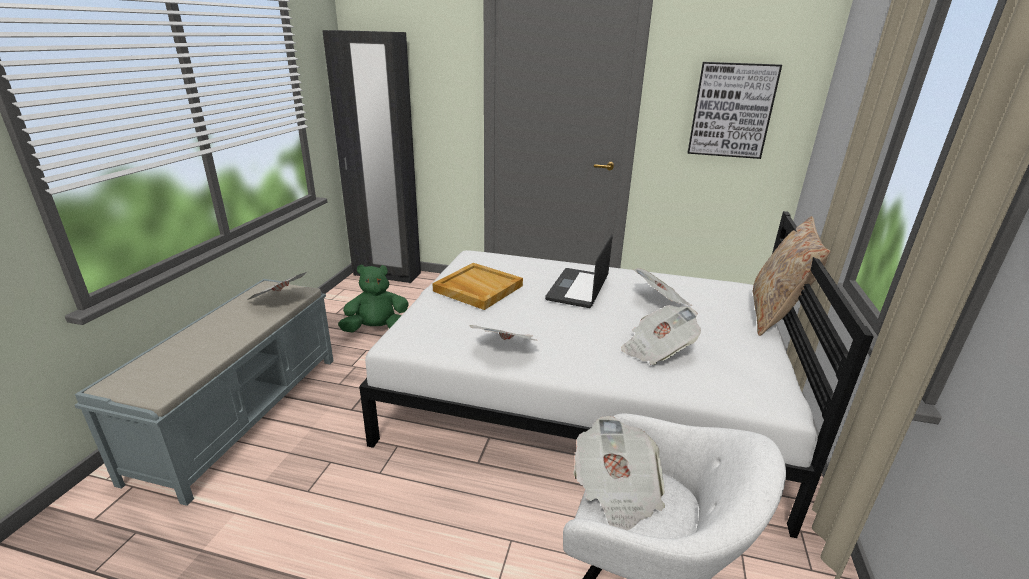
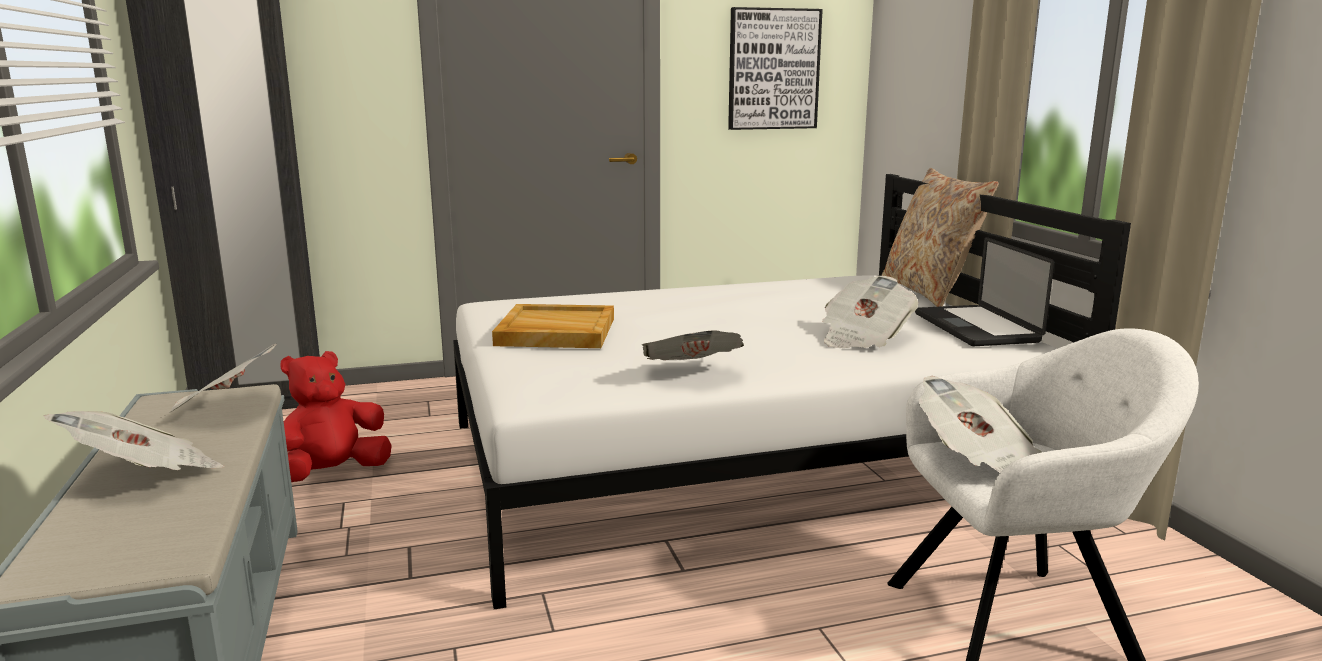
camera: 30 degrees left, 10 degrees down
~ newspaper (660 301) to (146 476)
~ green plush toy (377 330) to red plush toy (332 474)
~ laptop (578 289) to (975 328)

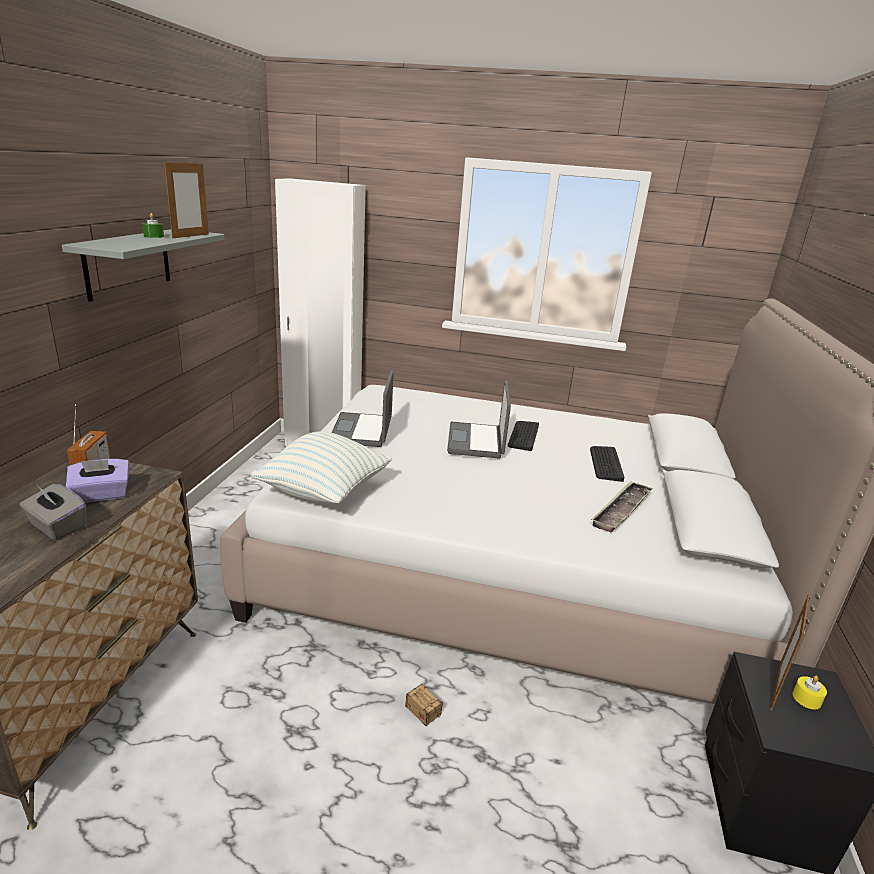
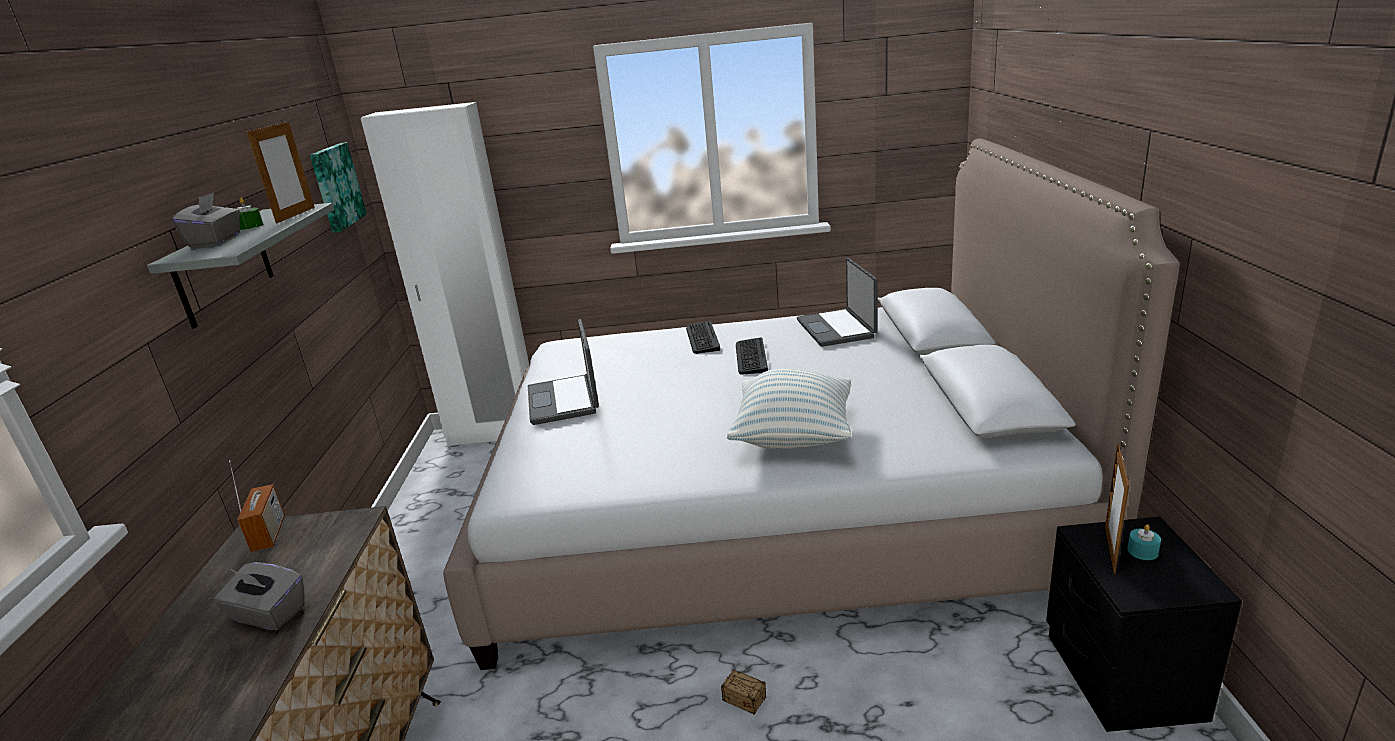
camera: 10 degrees left, 0 degrees up
+ grey tissue box (216 240)
+ picture (335 186)
~ keyboard (605 463) to (702 338)
~ pillow (324 492) to (793 437)
~ laptop (477 441) to (837 329)
~ yellow candle (806 698) to turquoise candle (1142 551)
- purple tissue box (101 495)
- tray (621 510)

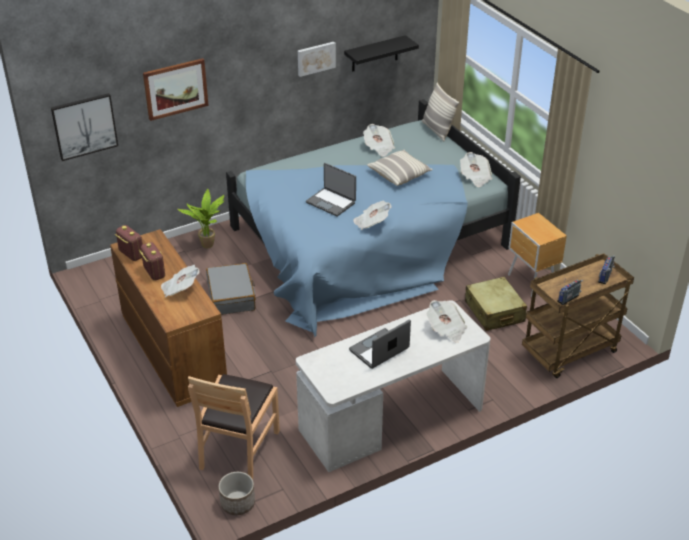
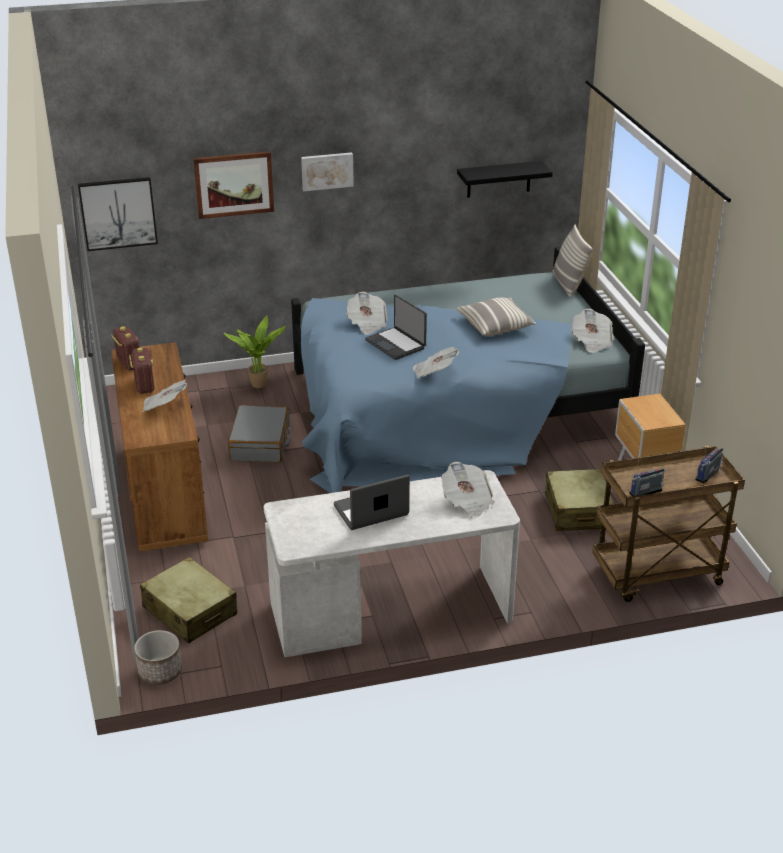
camera: 15 degrees right, 5 degrees down
~ brown chair (238 449) to beige suitcase (190 611)
~ picture (316 58) to (327 171)
~ newspaper (379 148) to (367 324)

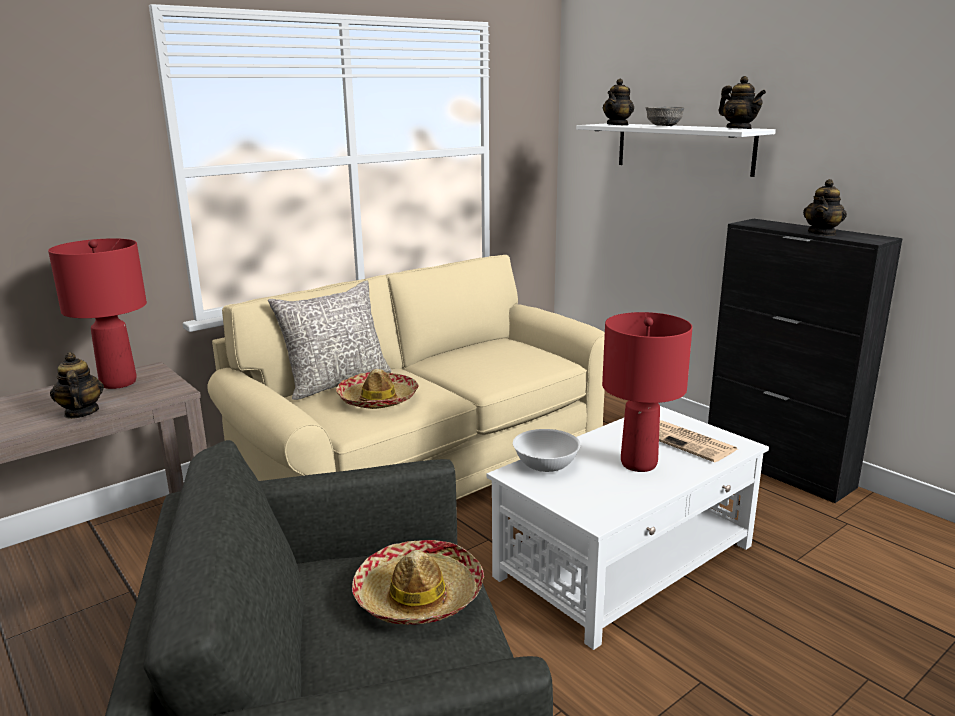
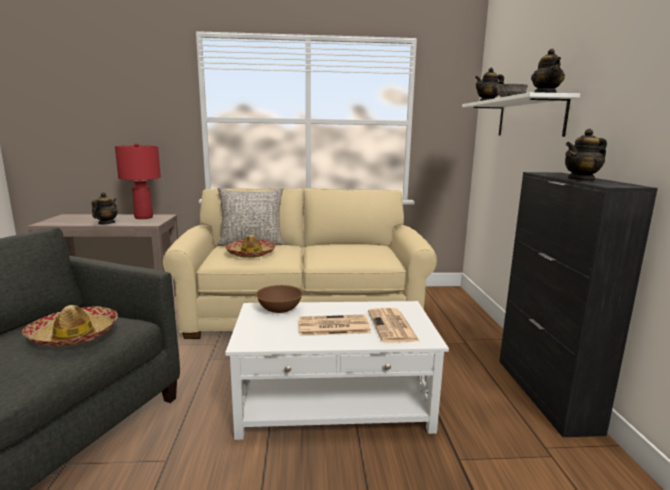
camera: 35 degrees right, 5 degrees down
~ white bowl (545 465) to brown bowl (279 309)
~ red table lamp (639 464) to newspaper (332 326)

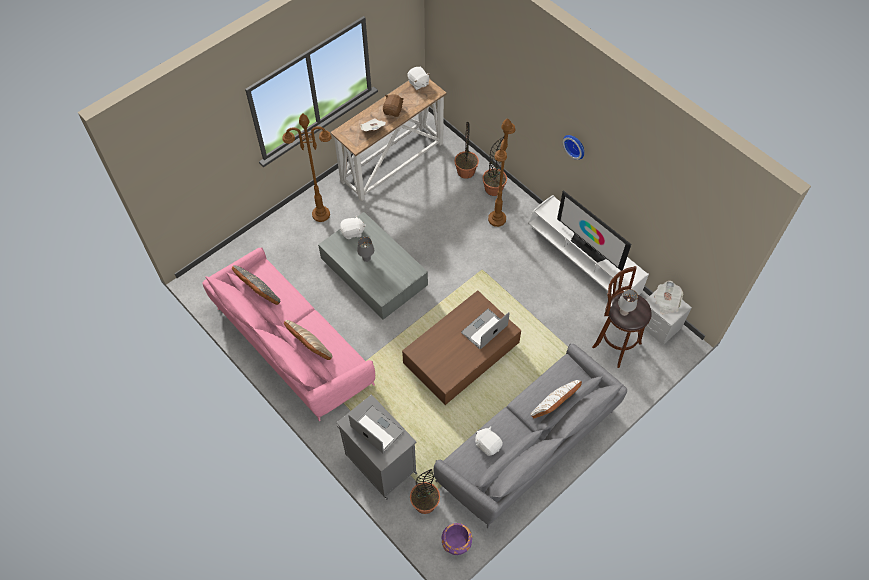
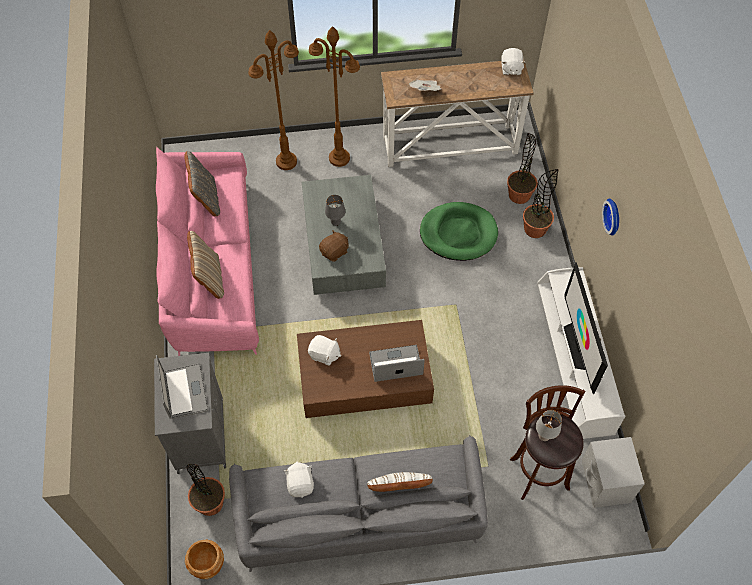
camera: 35 degrees right, 0 degrees up
~ purple planter (456 543) to brown planter (207 564)
~ brown floor lamp (497 219) to (286 161)
~ white plush toy (352 232) to (324 355)
~ brown plush toy (393 111) to (334 252)
+ green dog bed (458 233)
- newspaper (666 302)

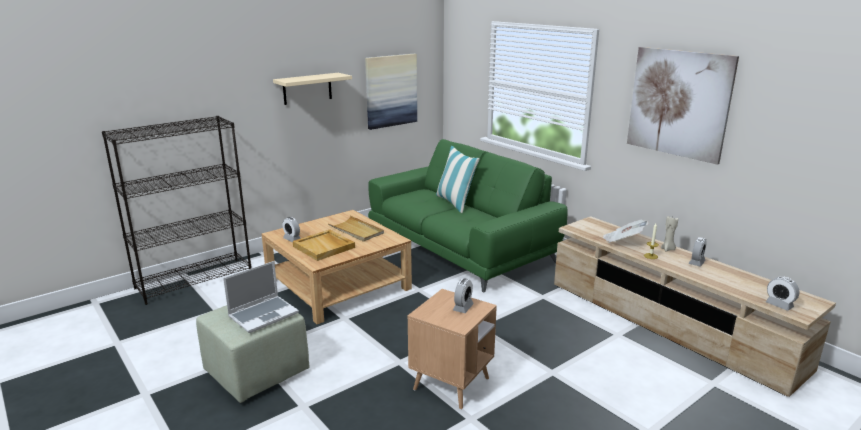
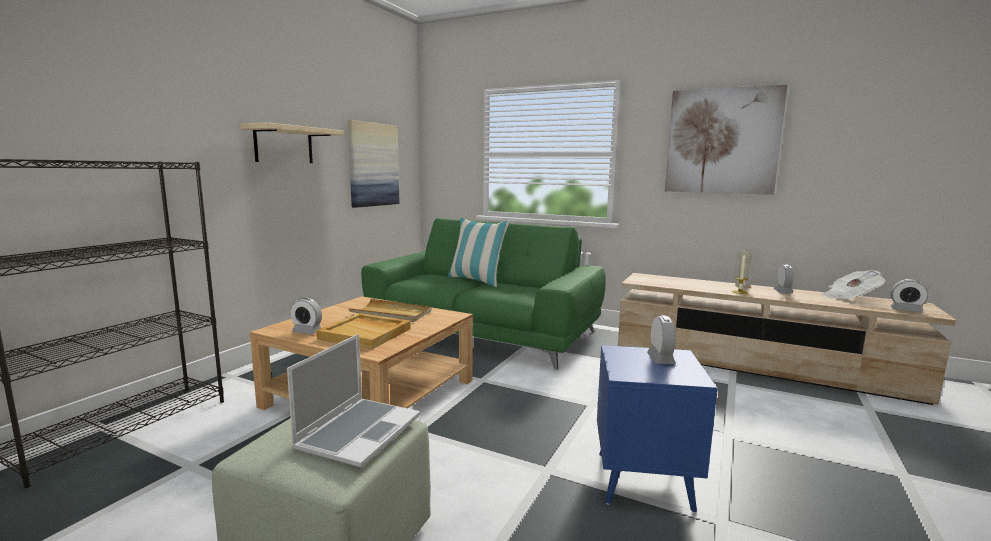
camera: 25 degrees left, 10 degrees down
~ brown side table (451 384) to blue side table (643 481)
~ newspaper (623 241) to (849 298)

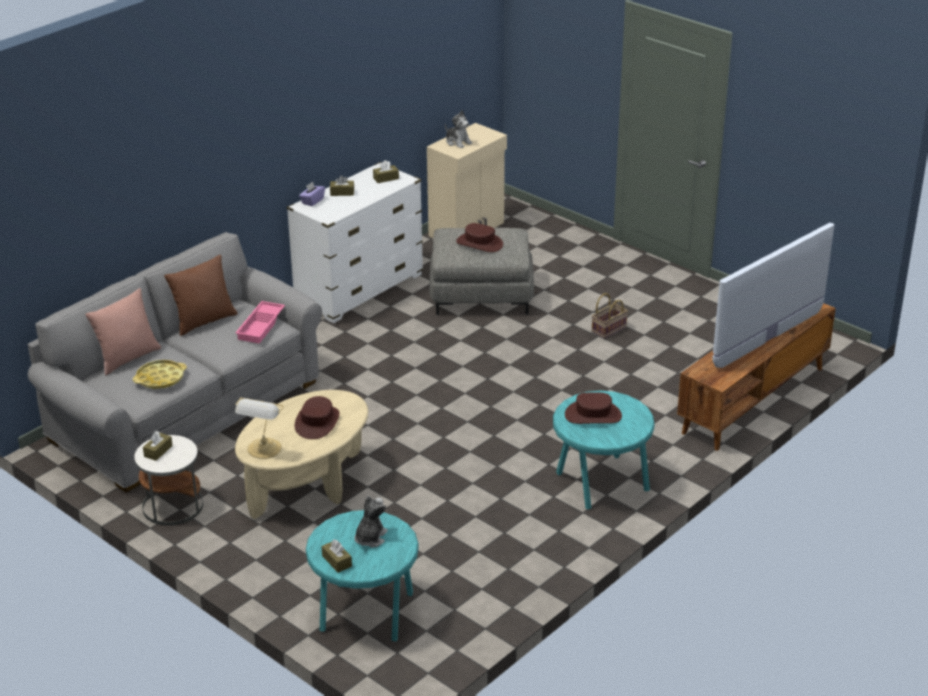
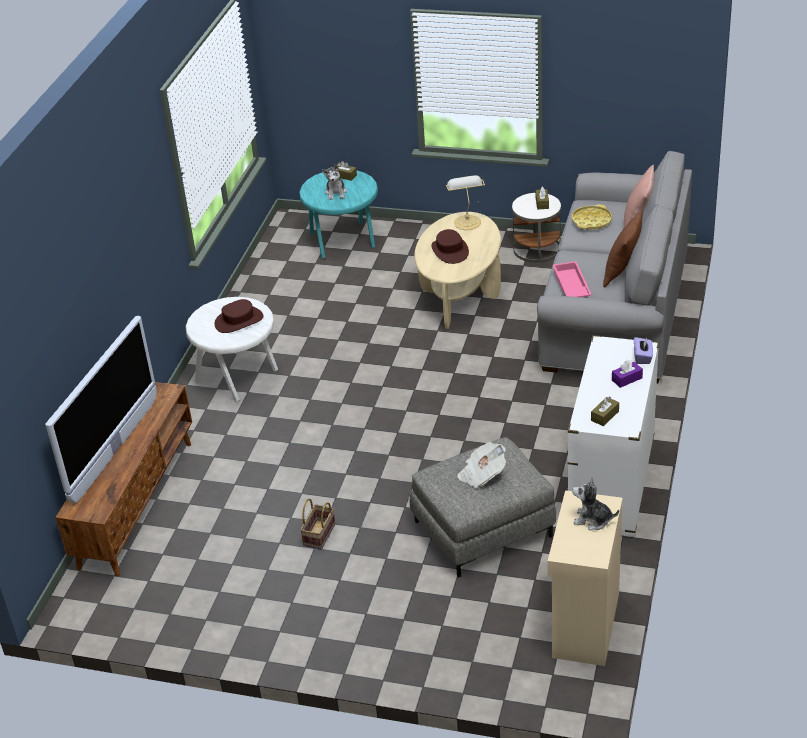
camera: 155 degrees right, 5 degrees up
~ turquoise side table (600 482) to white side table (238 376)
~ brown hat (479 243) to newspaper (482 474)
~ brown tissue box (342 192) to purple tissue box (627 379)

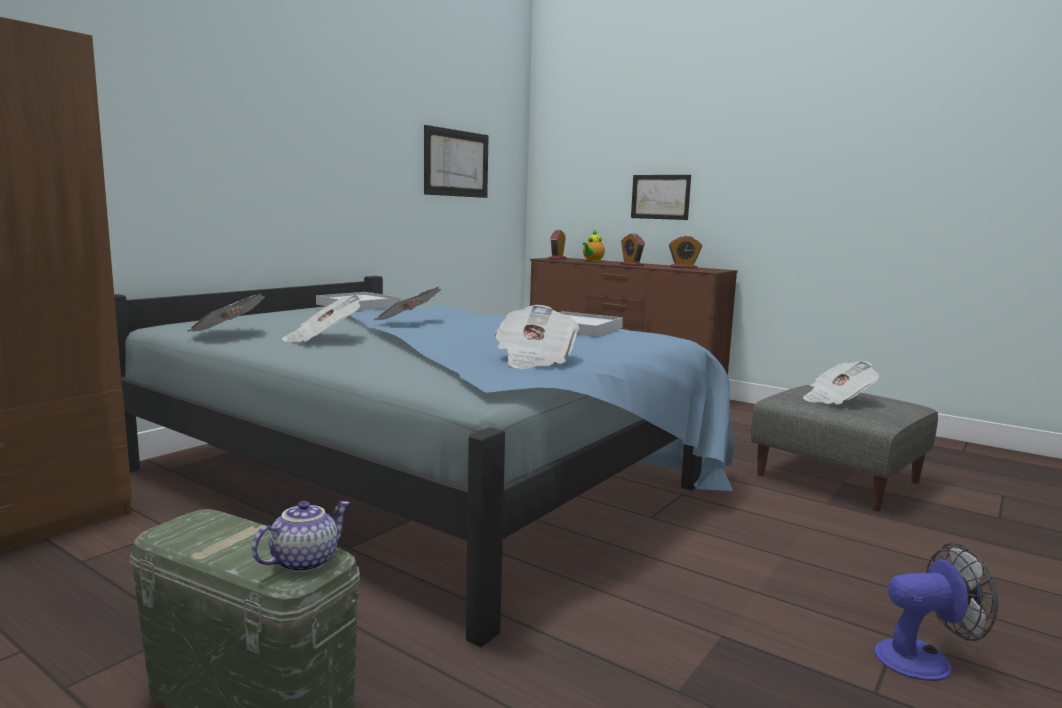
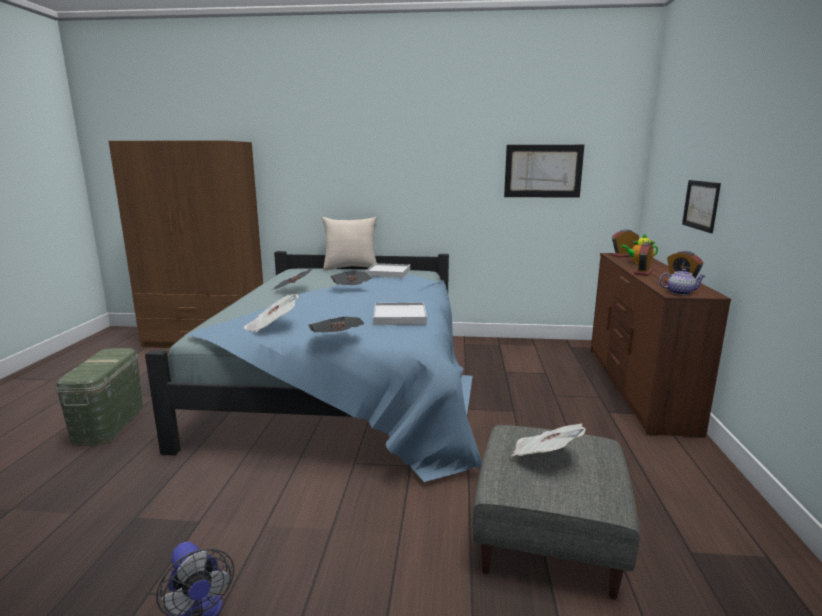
camera: 60 degrees right, 5 degrees up
~ newspaper (227 333) to (336 340)
+ beige pillow (351 268)
~ teapot (304 561) to (680 293)

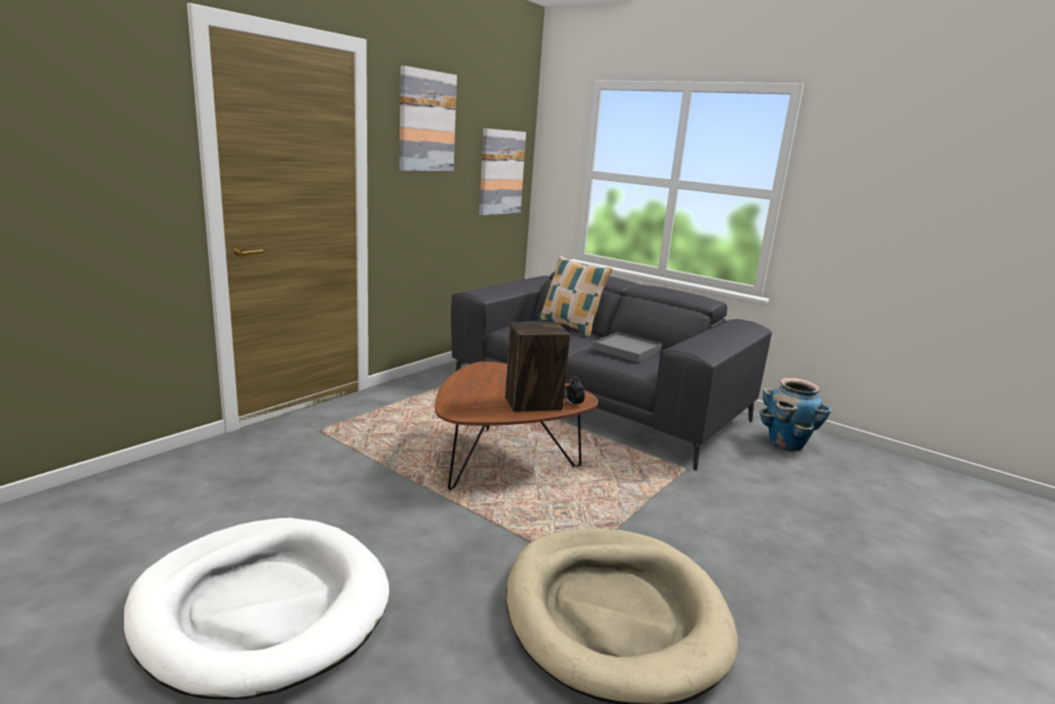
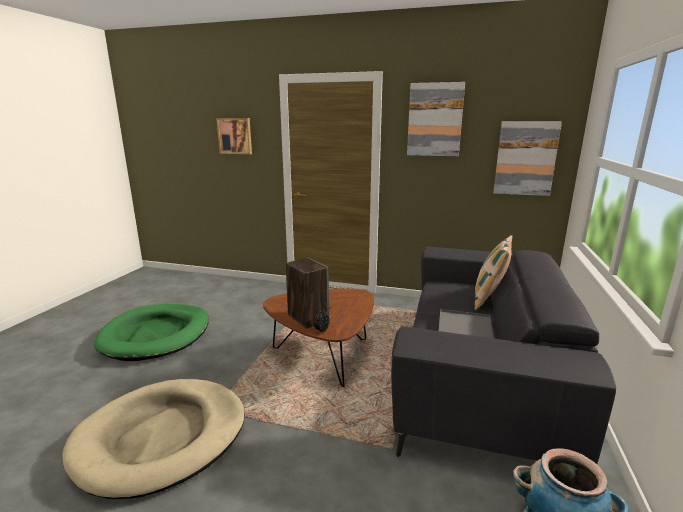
camera: 70 degrees right, 0 degrees up
~ white dog bed (262 608) to green dog bed (156 335)
+ picture (235 136)

